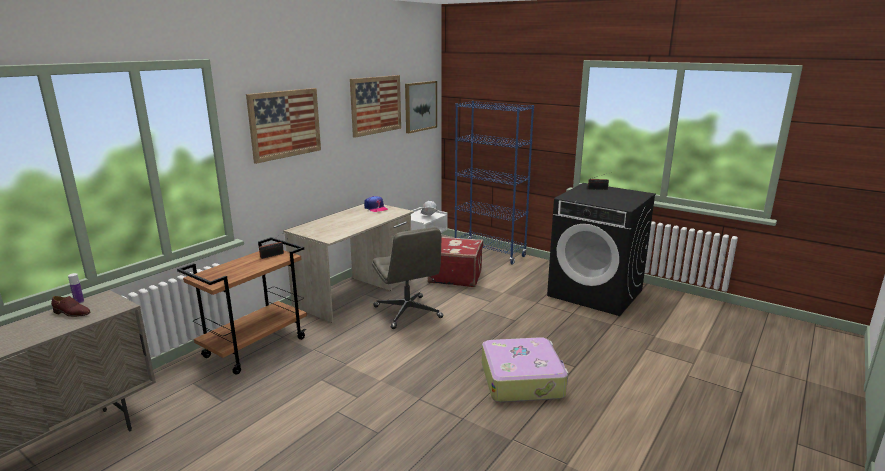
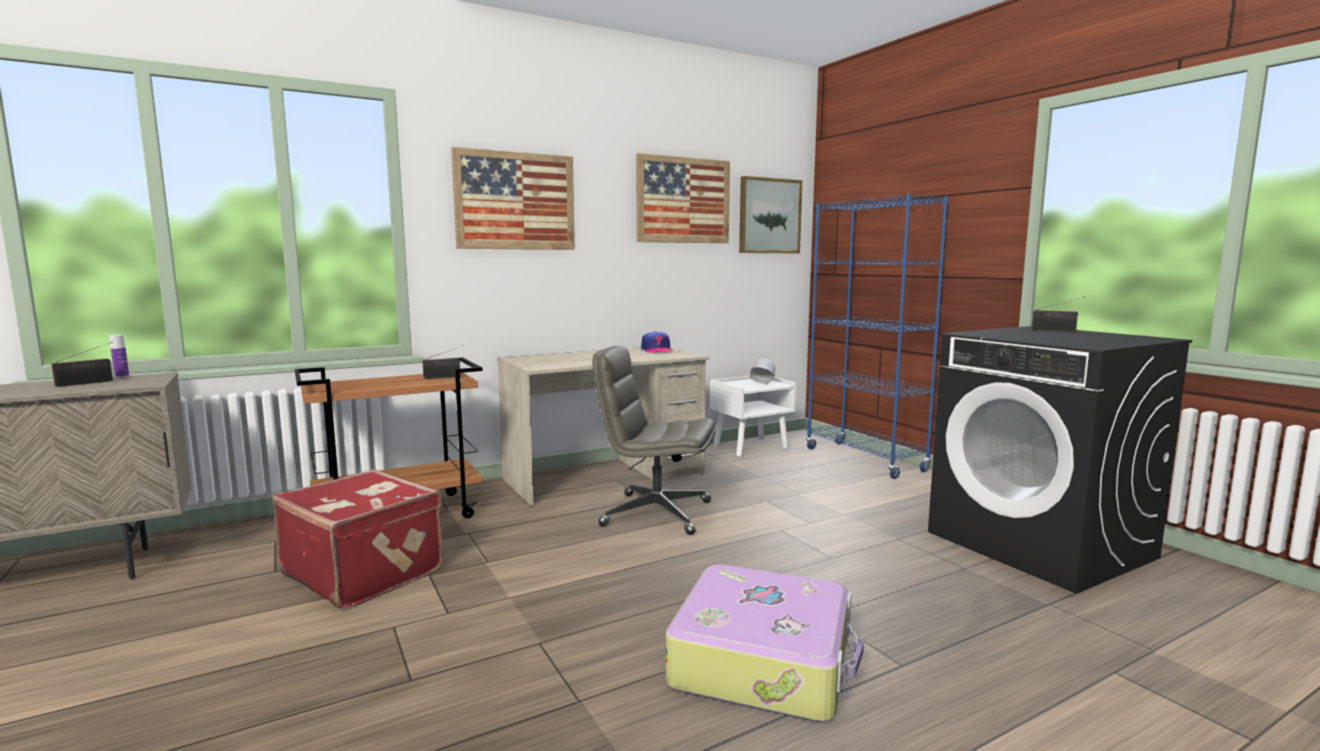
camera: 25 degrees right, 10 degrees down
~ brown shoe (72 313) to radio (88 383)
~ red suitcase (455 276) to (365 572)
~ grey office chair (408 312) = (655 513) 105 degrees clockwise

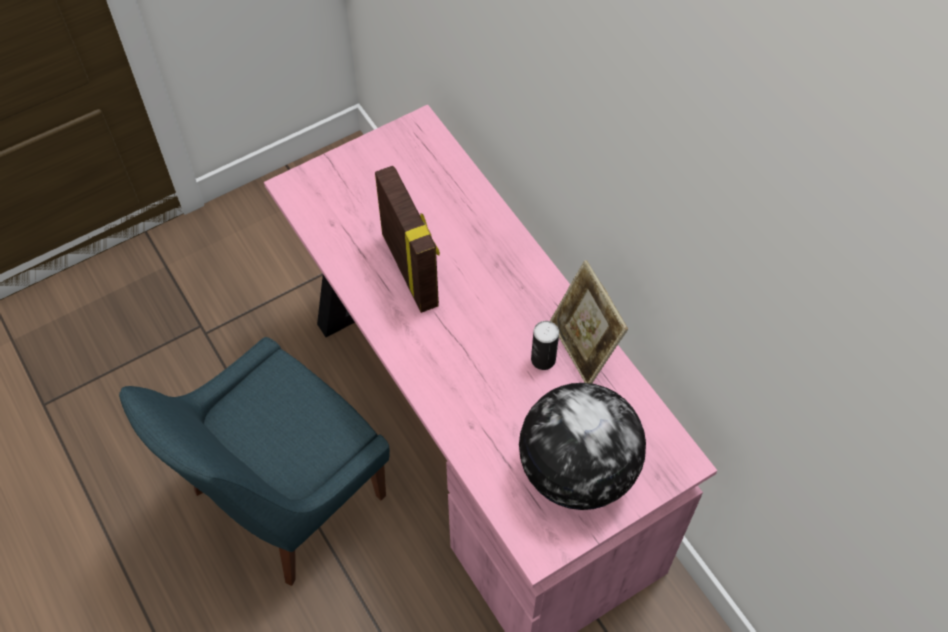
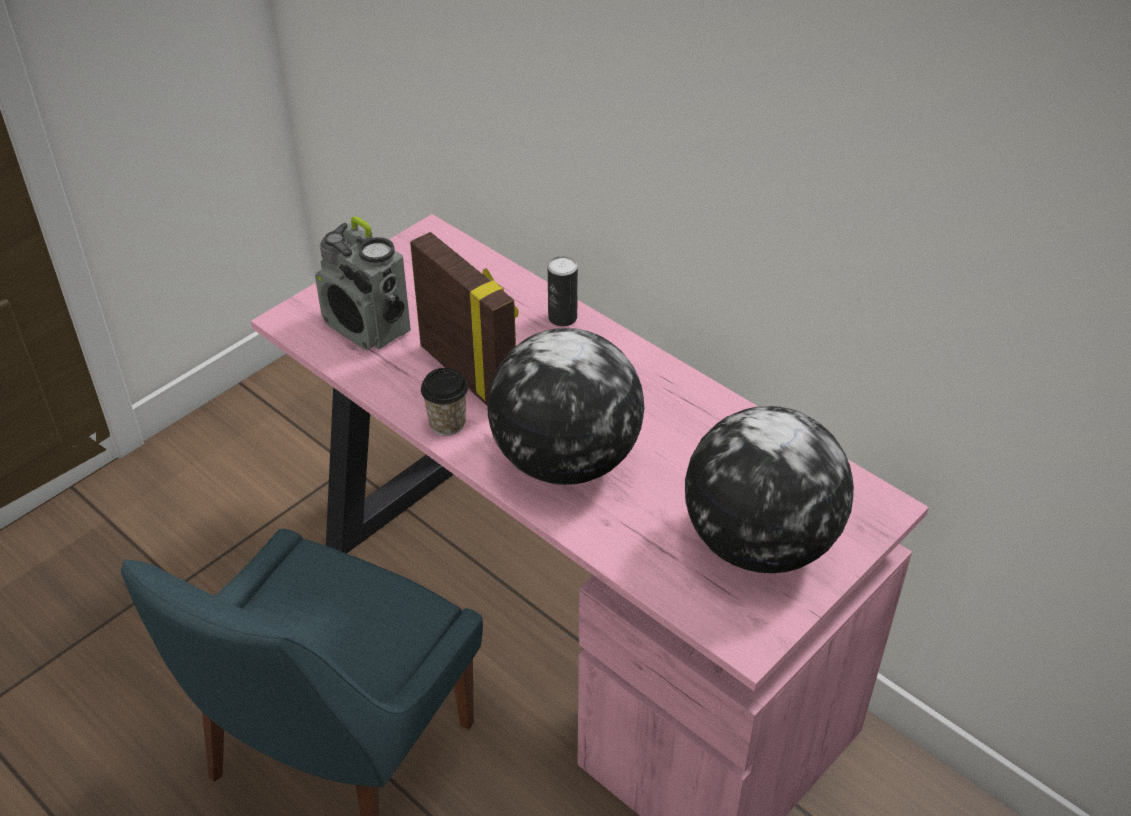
camera: 15 degrees left, 15 degrees down
+ radio (367 327)
+ cup (447 423)
+ globe (564 460)
~ can (543 359) to (562 317)
- picture frame (583 348)

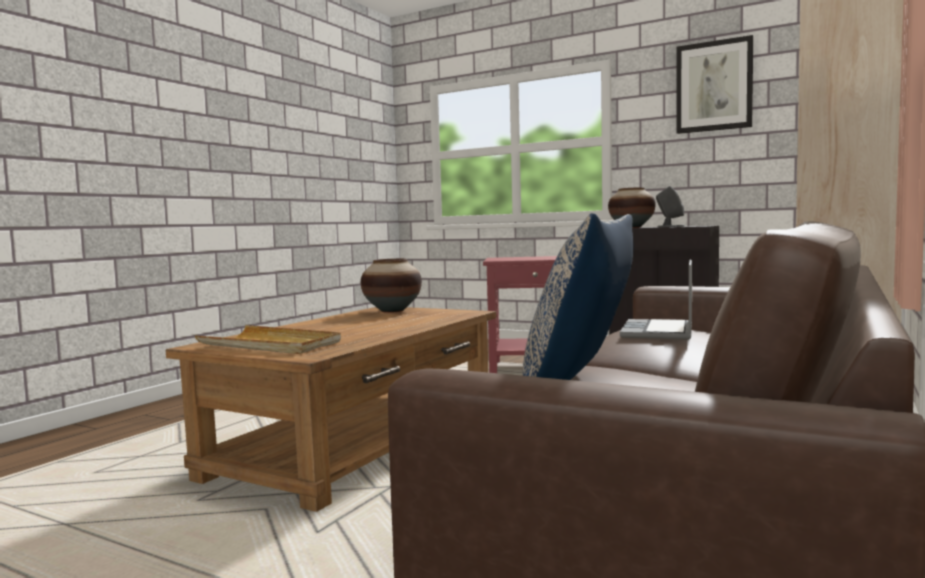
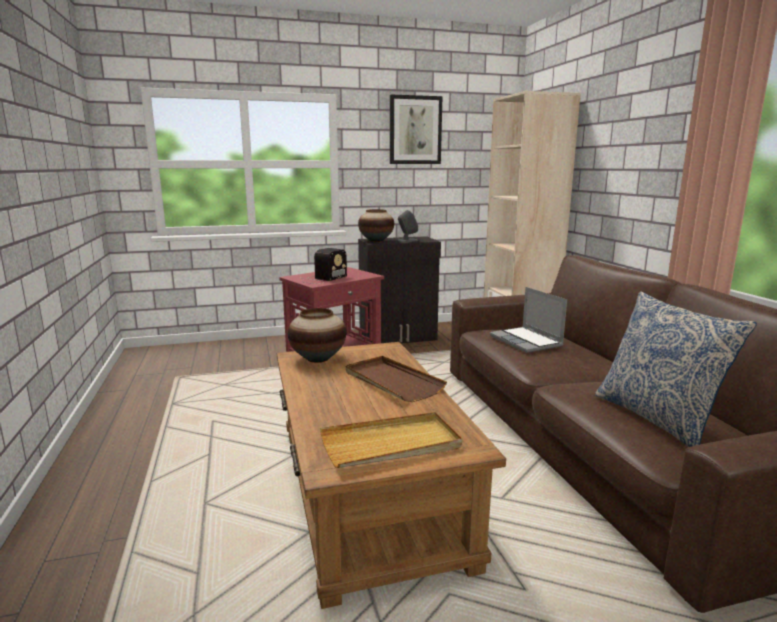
camera: 45 degrees left, 10 degrees up
+ radio (322 279)
+ brown tray (392 381)

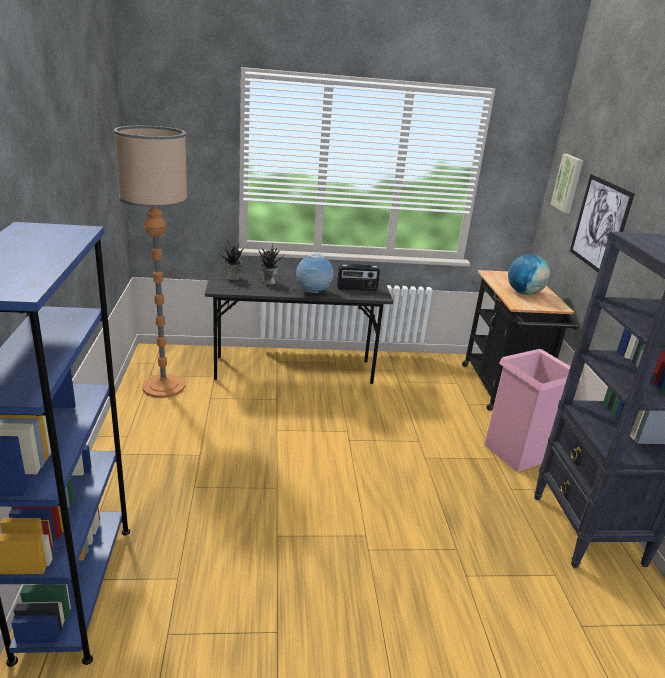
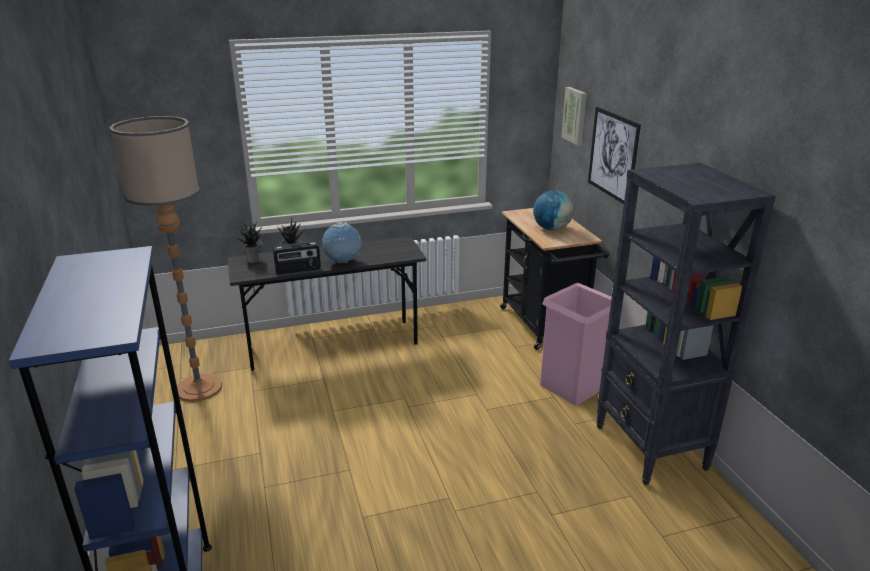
camera: 10 degrees left, 0 degrees up
~ radio (357 289) to (298 270)

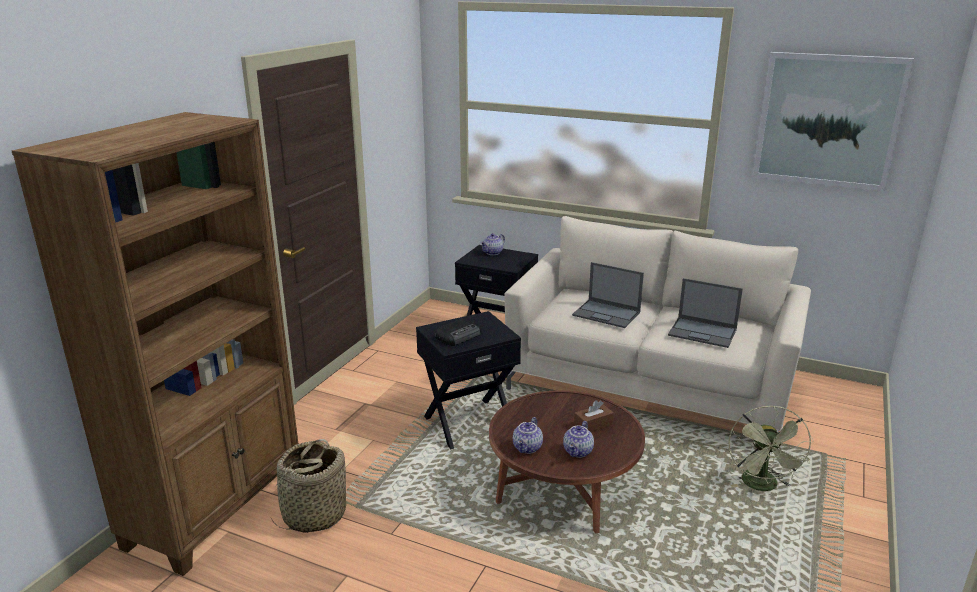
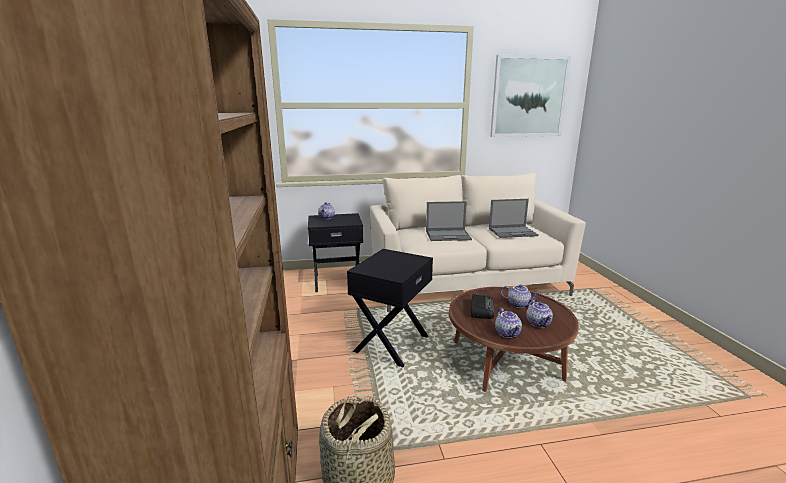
camera: 35 degrees left, 5 degrees down
~ radio (459 336) to (481 309)
~ brown tissue box (593 425) to teapot (518 304)
- green fan (762 486)

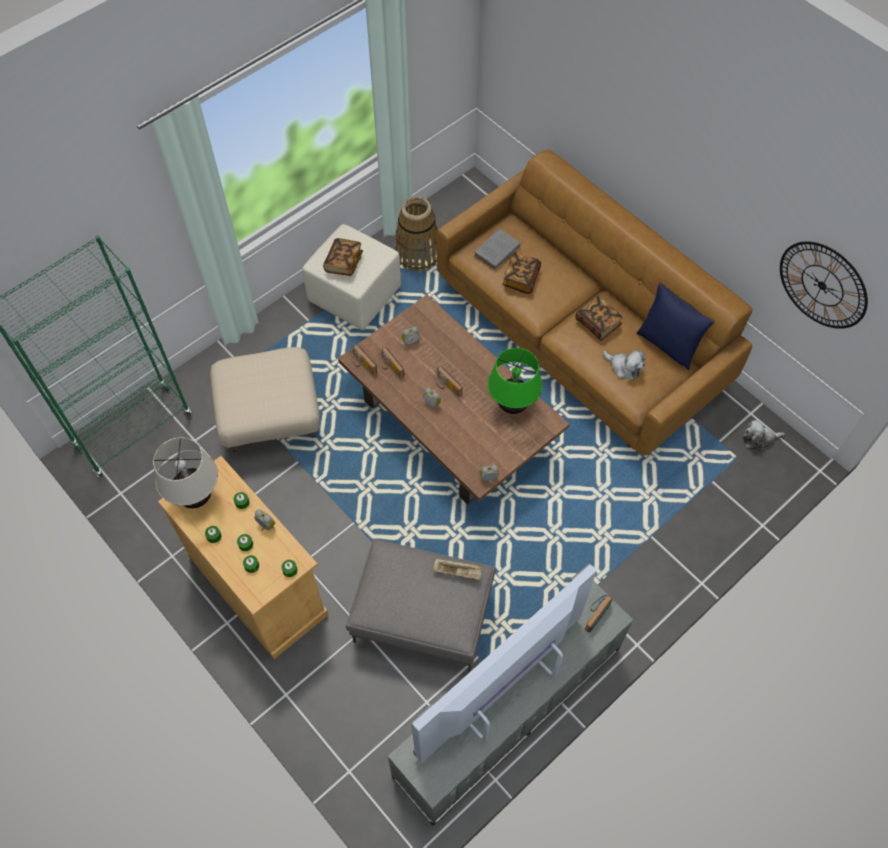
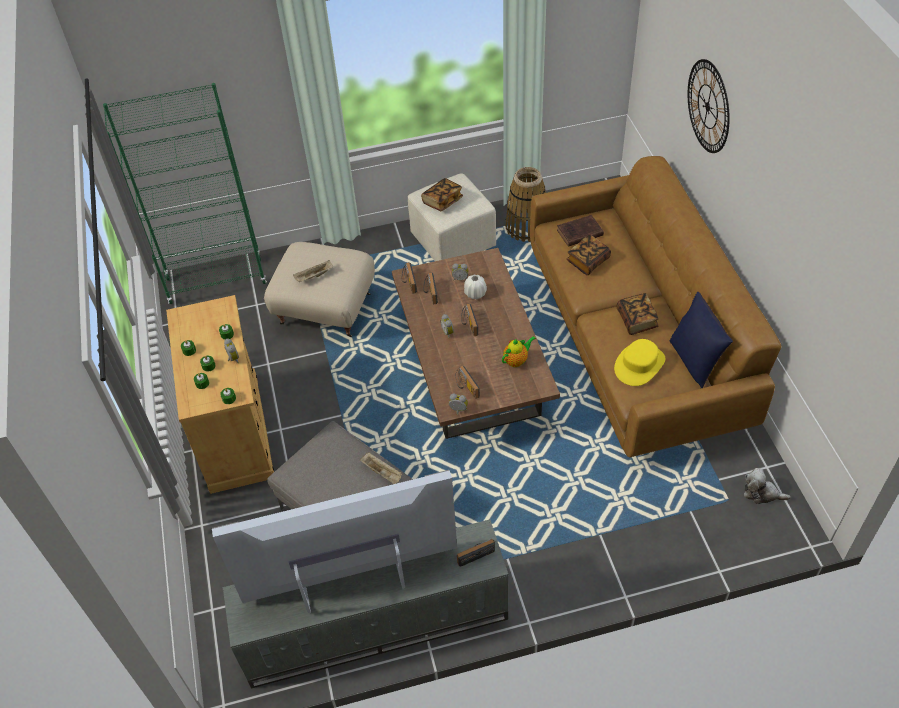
camera: 30 degrees right, 10 degrees down
+ beige tray (314 276)
+ radio (465 387)
+ white vase (475 293)
~ green table lamp (512 406) to teapot (516 360)
~ grey book (496 252) to brown book (578 233)
~ plush toy (624 367) to yellow hat (639 364)
~ wall clock (822 285) to (708 106)
- beige table lamp (196 498)

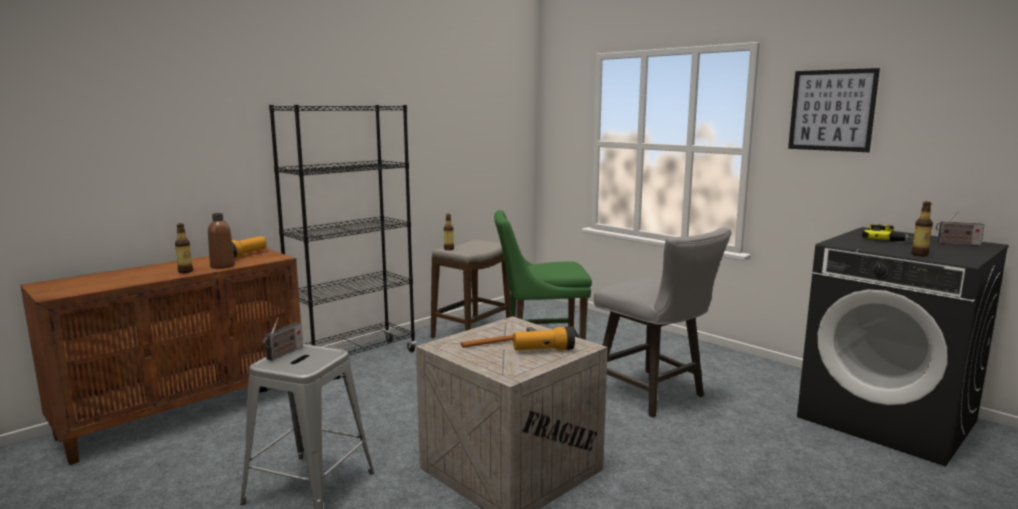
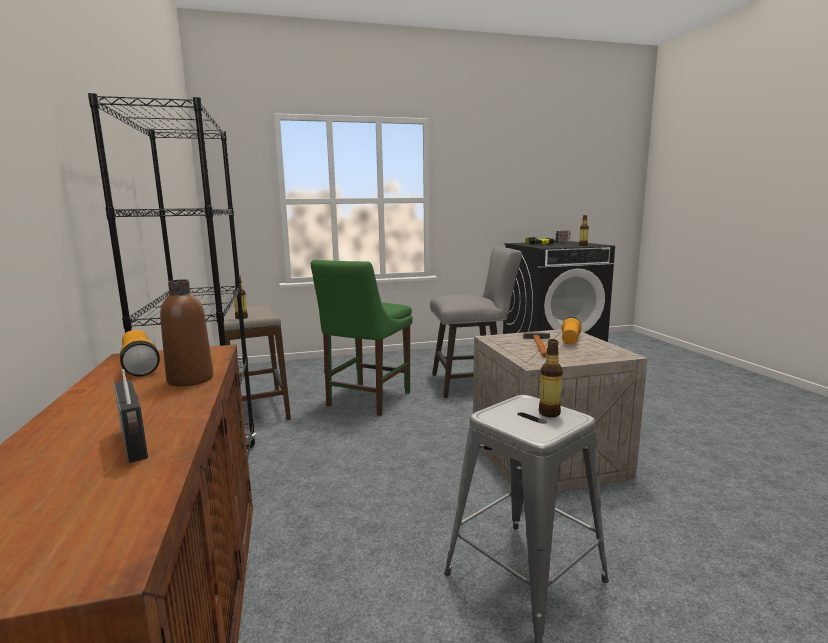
camera: 60 degrees left, 0 degrees up
~ radio (284 353) to (135 444)
~ bottle (185 271) to (549 413)
- picture (831 110)

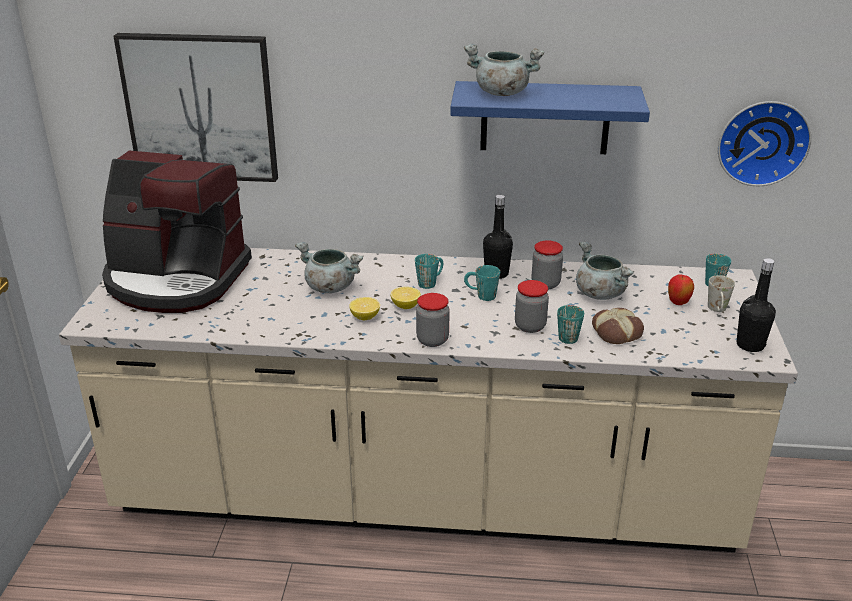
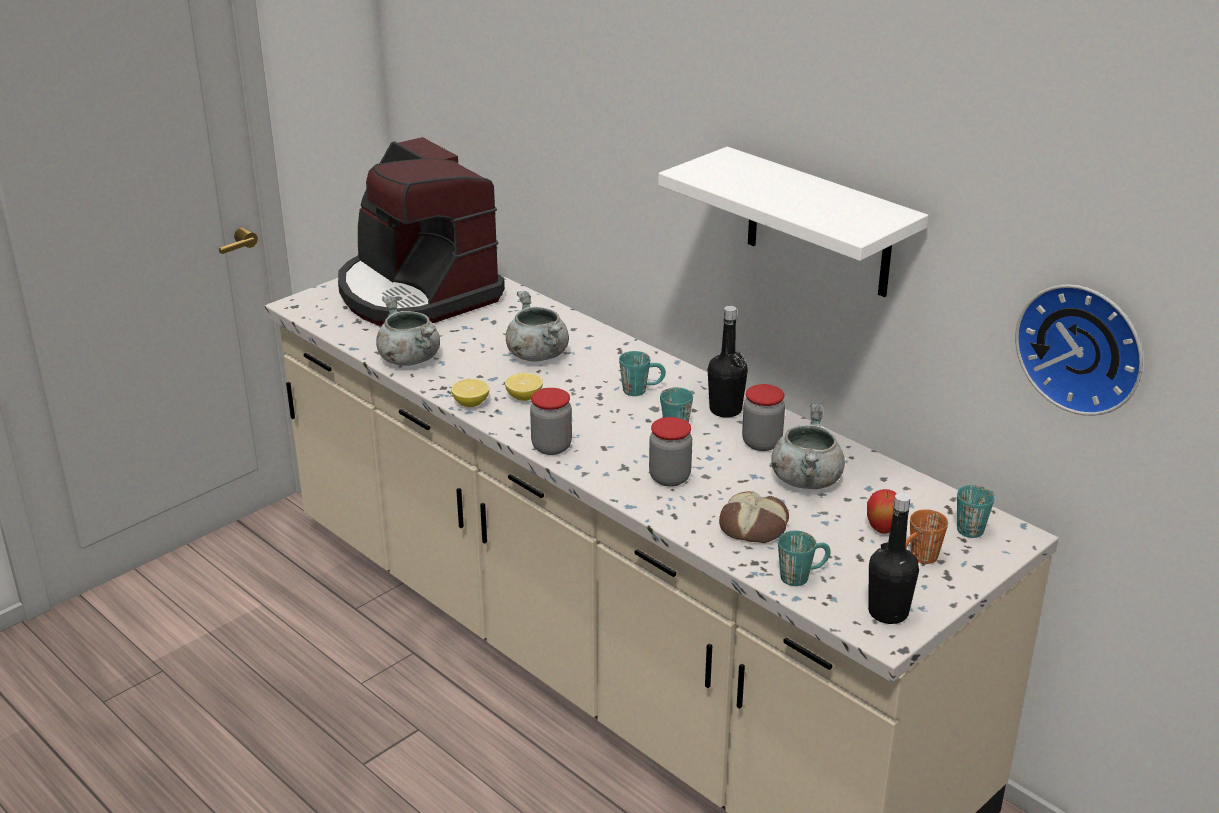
camera: 40 degrees right, 0 degrees up
~ grey cooking pot (501 93) to (409 359)
~ lemon (405 306) to (471 403)
~ blue shelf (545 118) to white shelf (819 224)
~ turquoise mug (570 335) to (802 576)
~ white mug (717 310) to orange mug (918 560)
- picture (200 107)

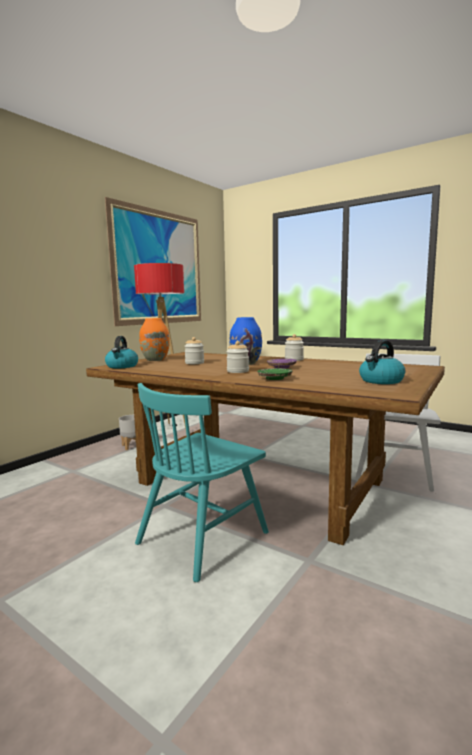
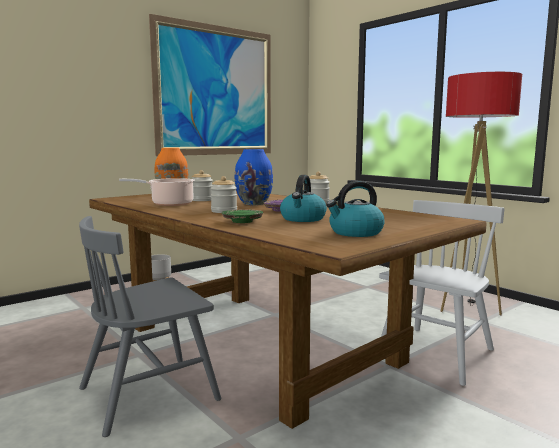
camera: 15 degrees right, 0 degrees up
~ turquoise chair (203 537) to grey chair (149 393)
+ cooking pot (169 204)
~ kettle (122 366) to (303 219)
~ floor lamp (167 430) to (467 307)

